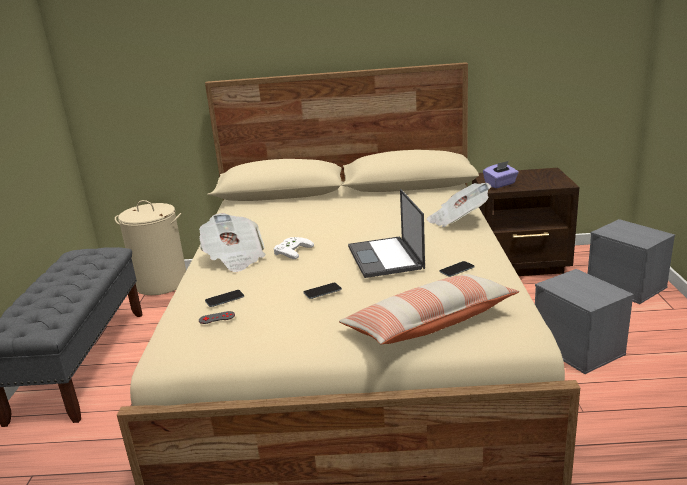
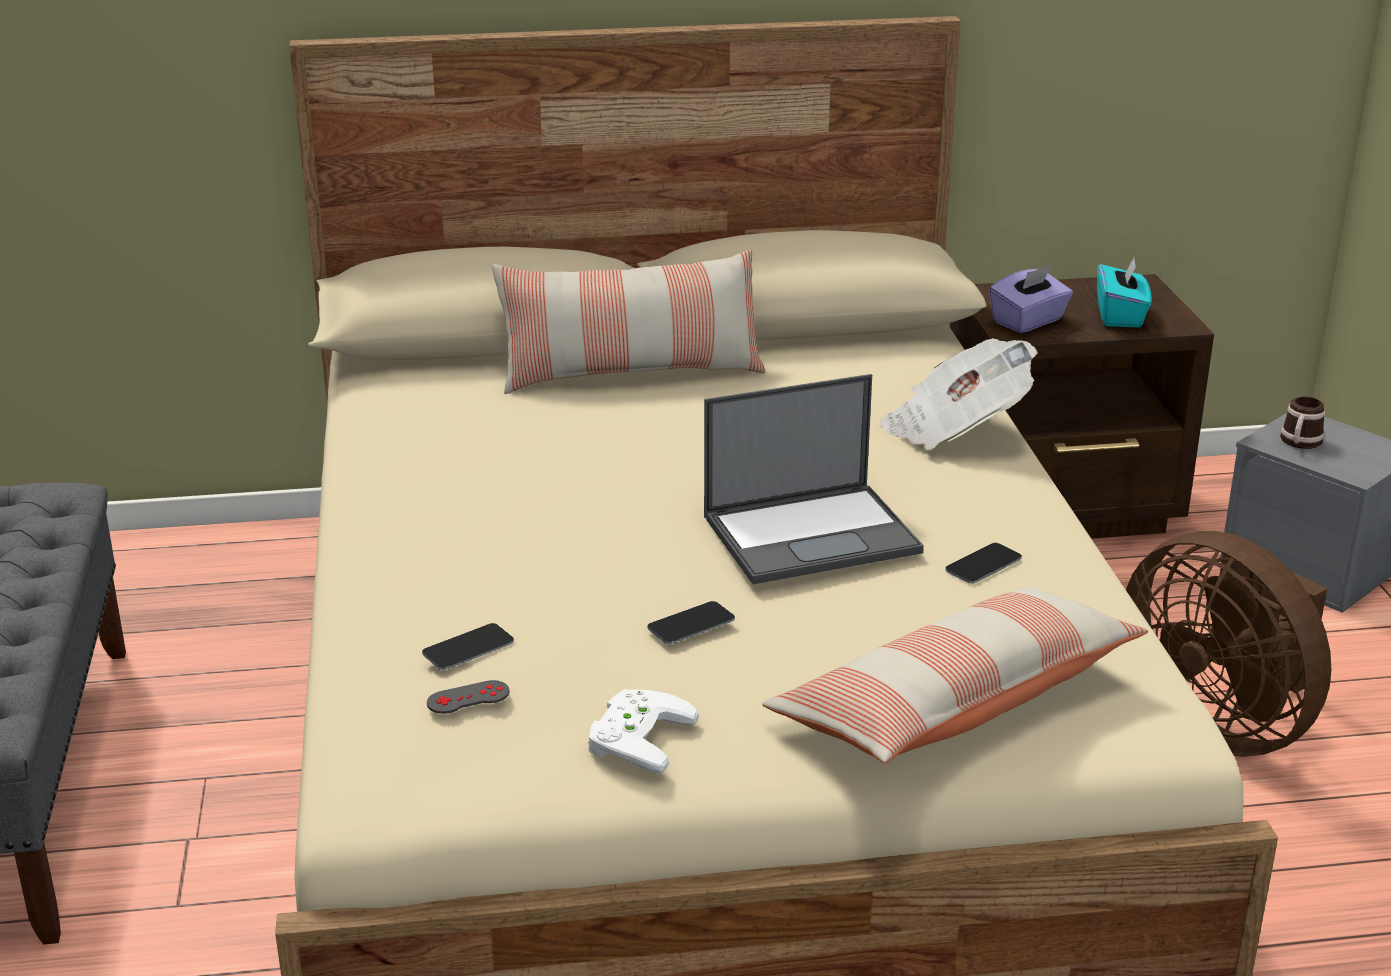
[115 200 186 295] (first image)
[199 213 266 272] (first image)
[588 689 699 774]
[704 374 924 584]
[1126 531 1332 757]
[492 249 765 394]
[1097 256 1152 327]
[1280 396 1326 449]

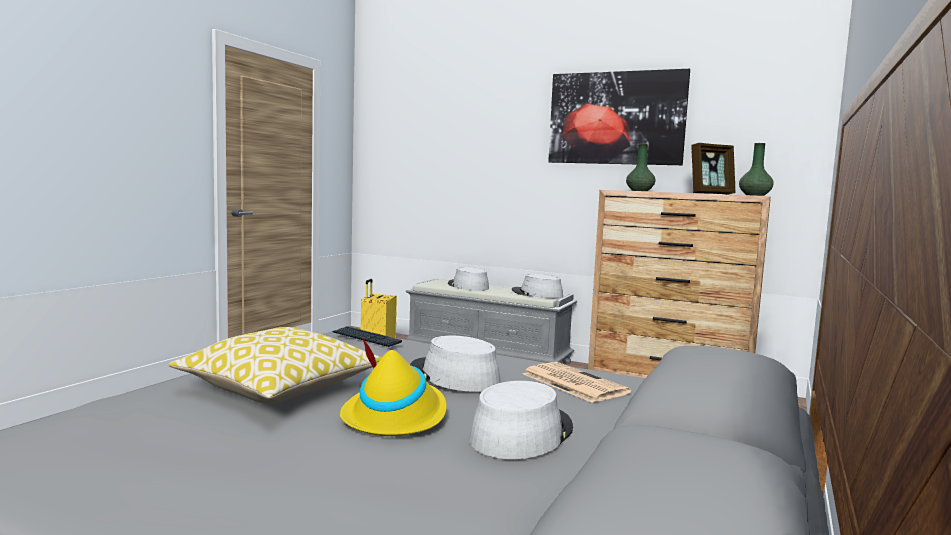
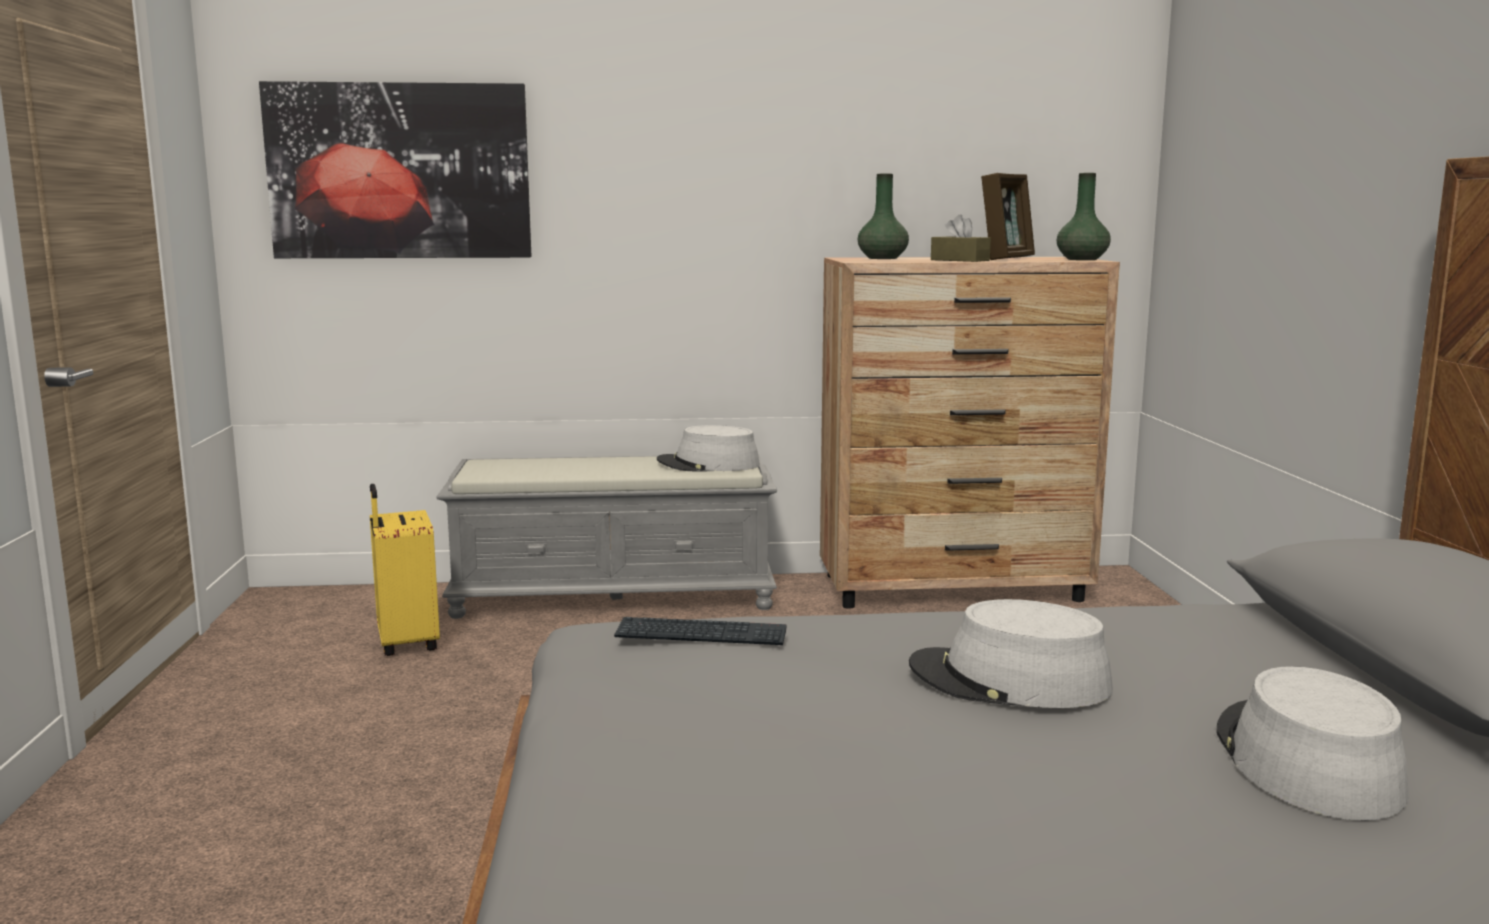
[168 327 382 404] (first image)
[340 337 447 436] (first image)
[448 267 489 291] (first image)
[523 362 631 403] (first image)
[259 81 531 258]
[931 215 991 262]

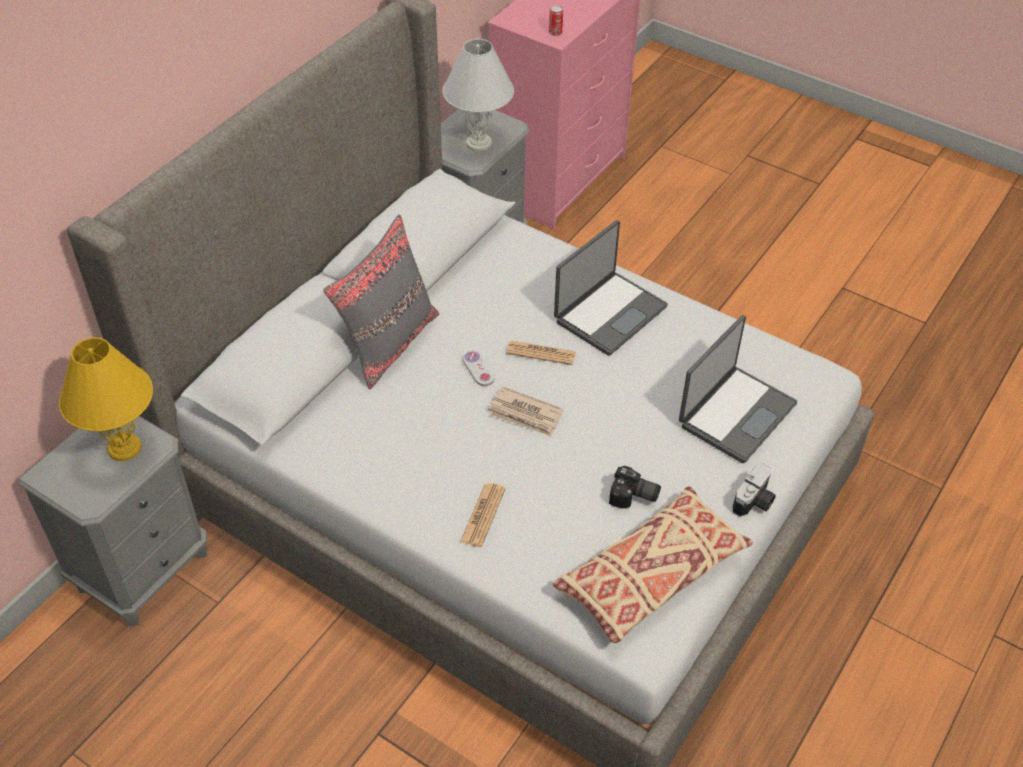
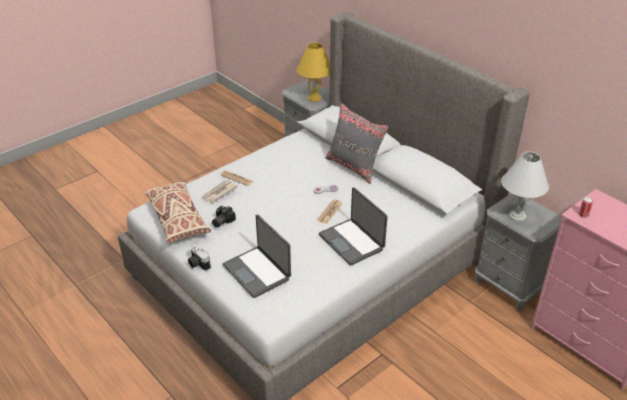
[202 180 238 203]

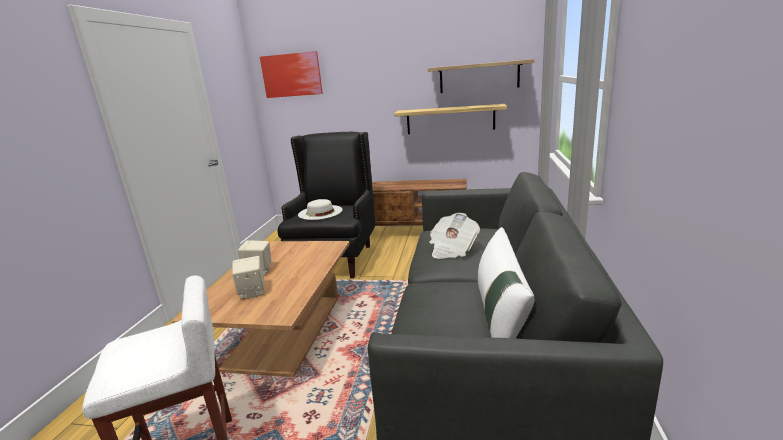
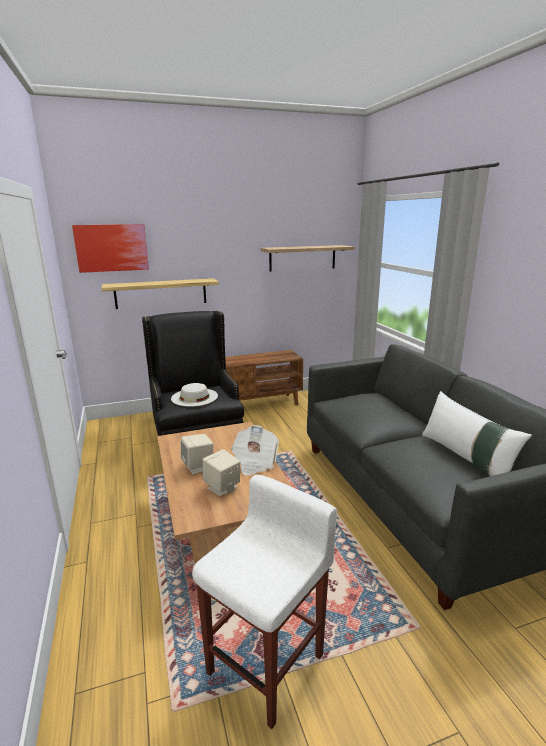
[101 278 219 309]
[231 425 279 475]

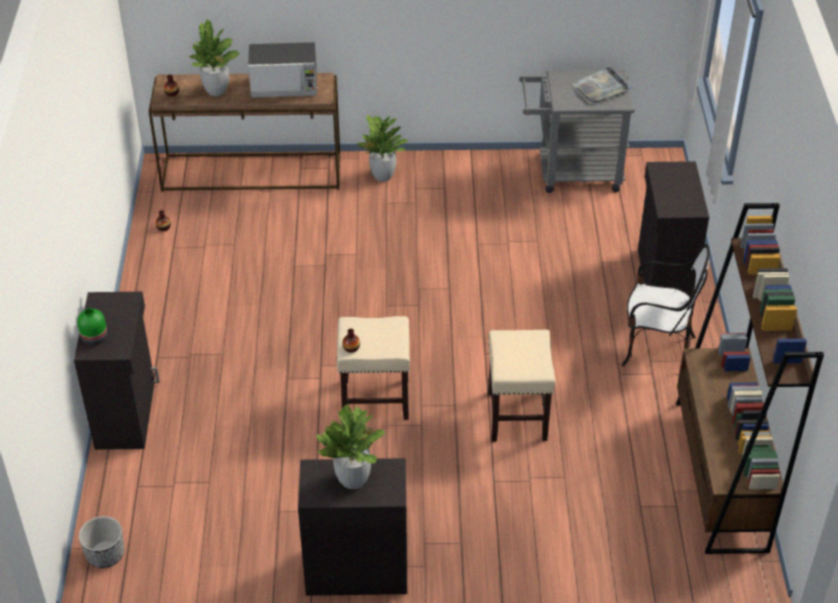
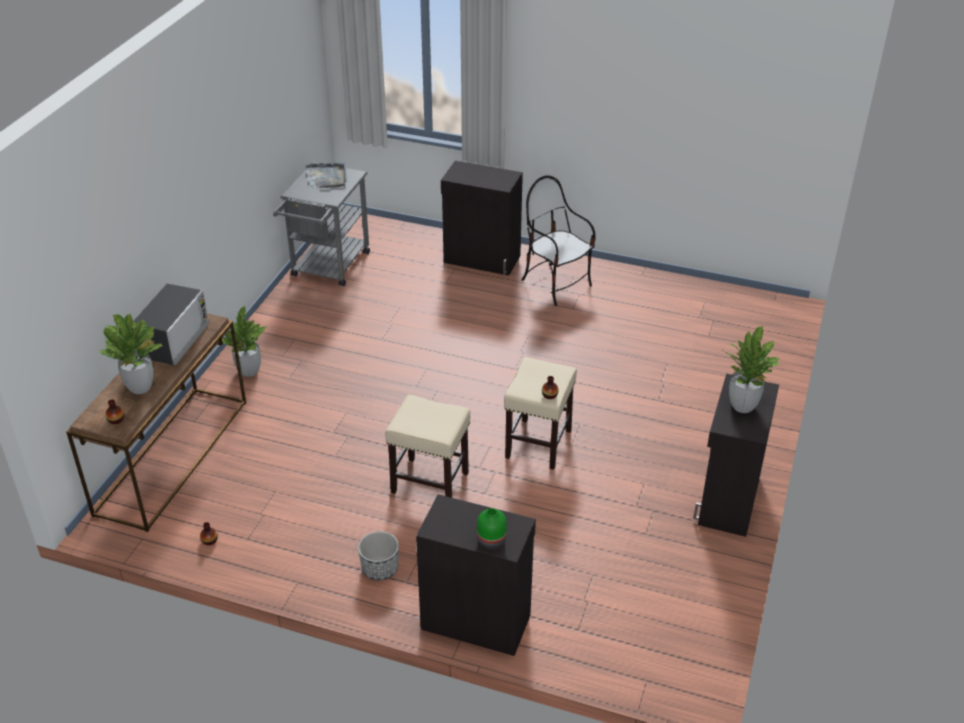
[358 531 399 580]
[385 395 470 498]
[521 175 596 306]
[676 203 824 554] (first image)

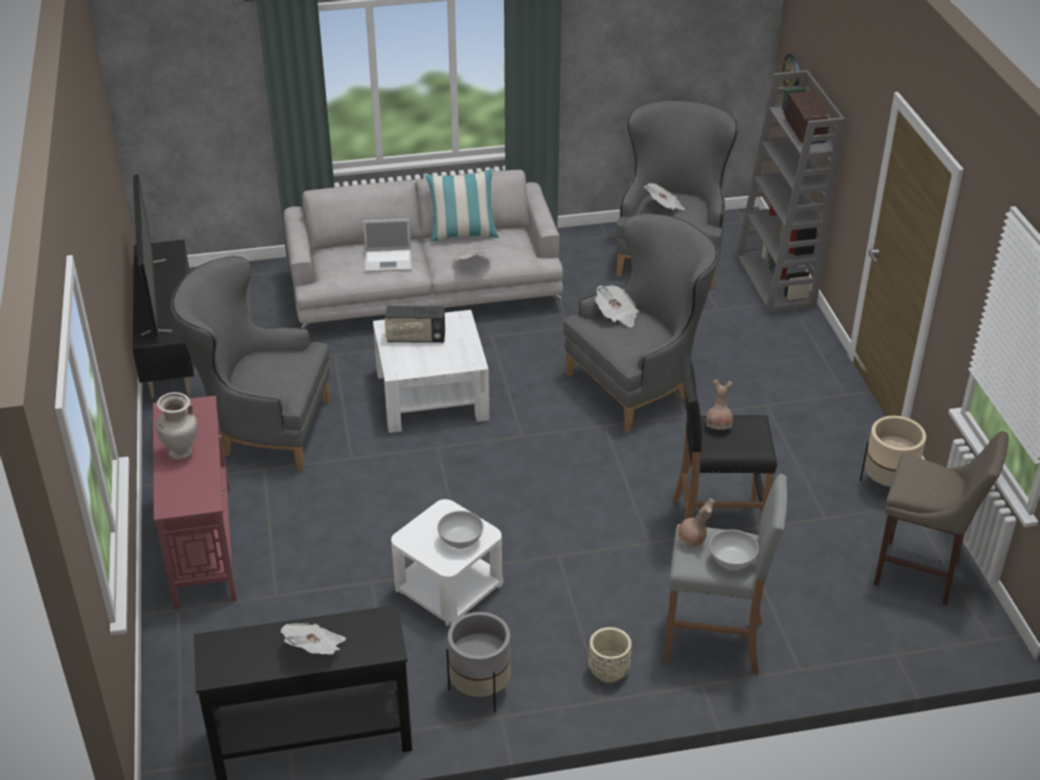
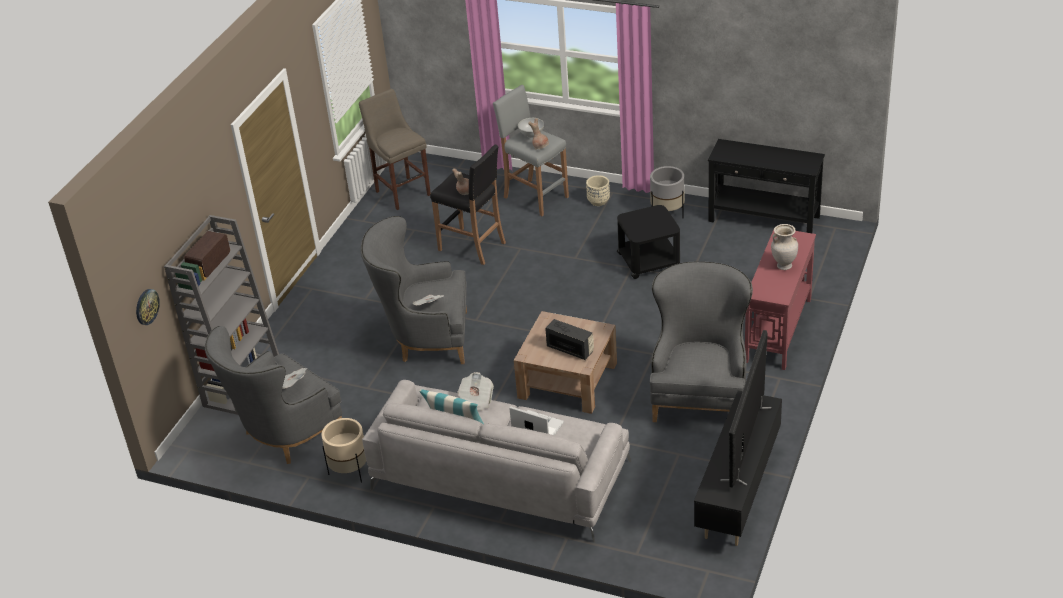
[650 261 753 422]
[281 623 346 655] (first image)
[514 311 617 414]
[617 205 680 279]
[437 511 483 549] (first image)
[321 418 366 483]

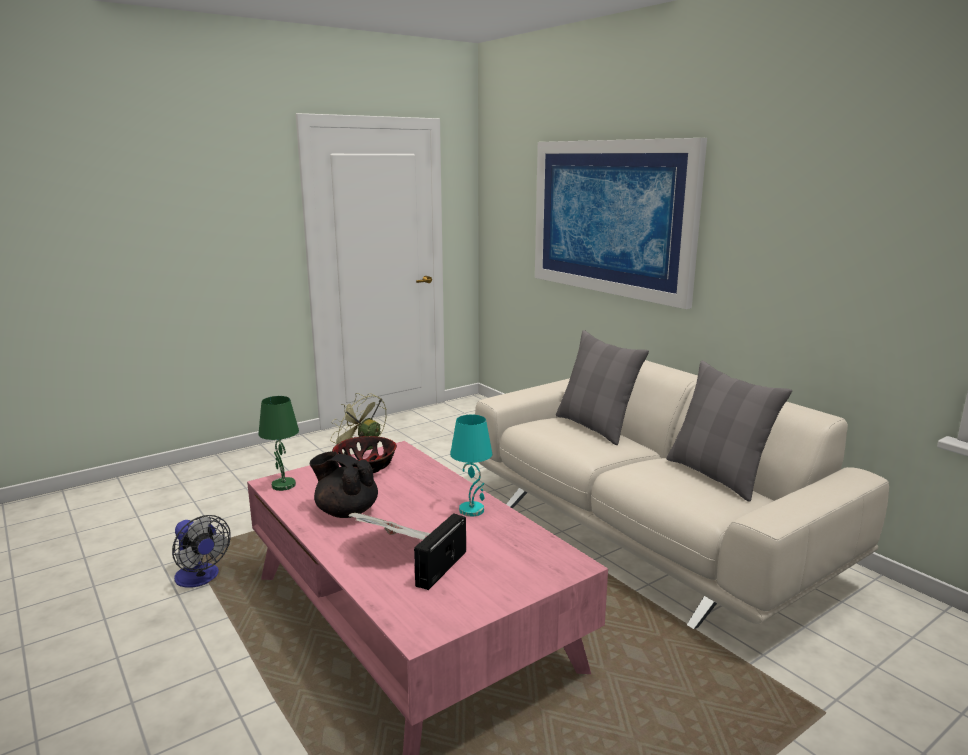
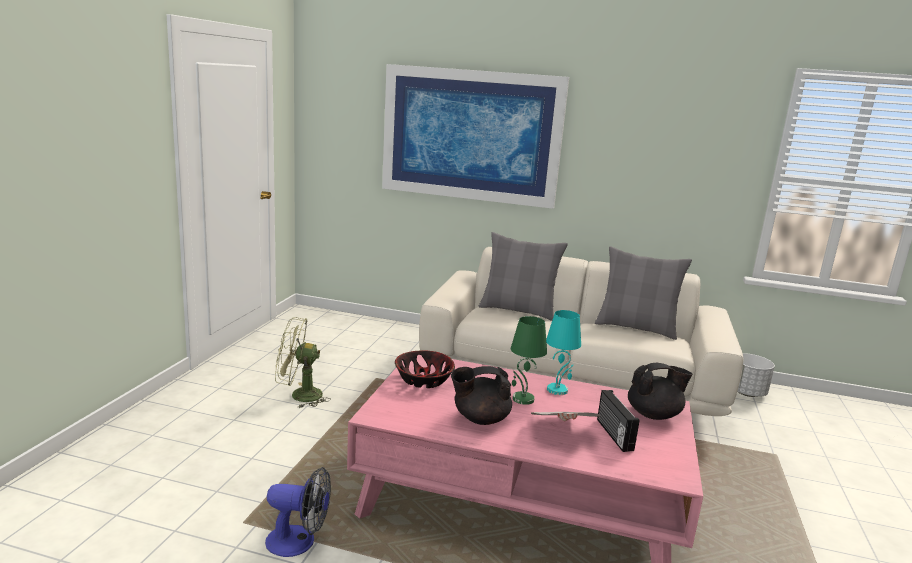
[511 316 547 405]
[628 363 693 420]
[737 353 775 397]

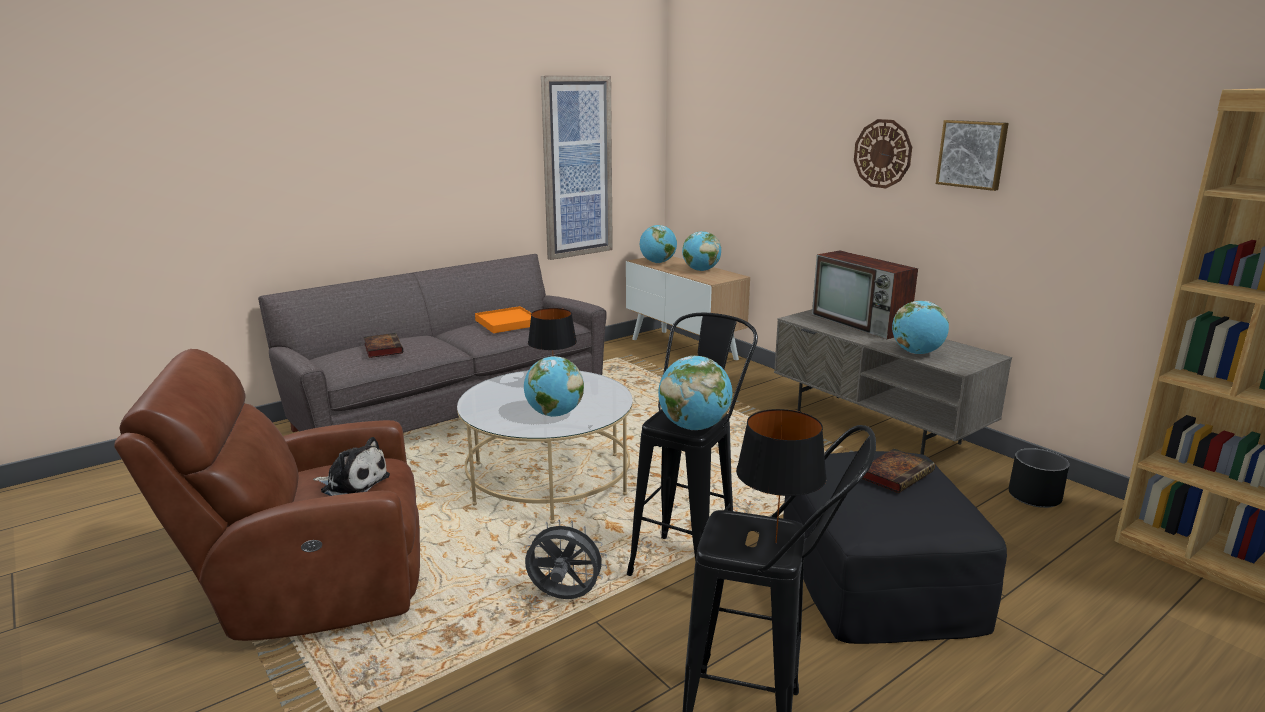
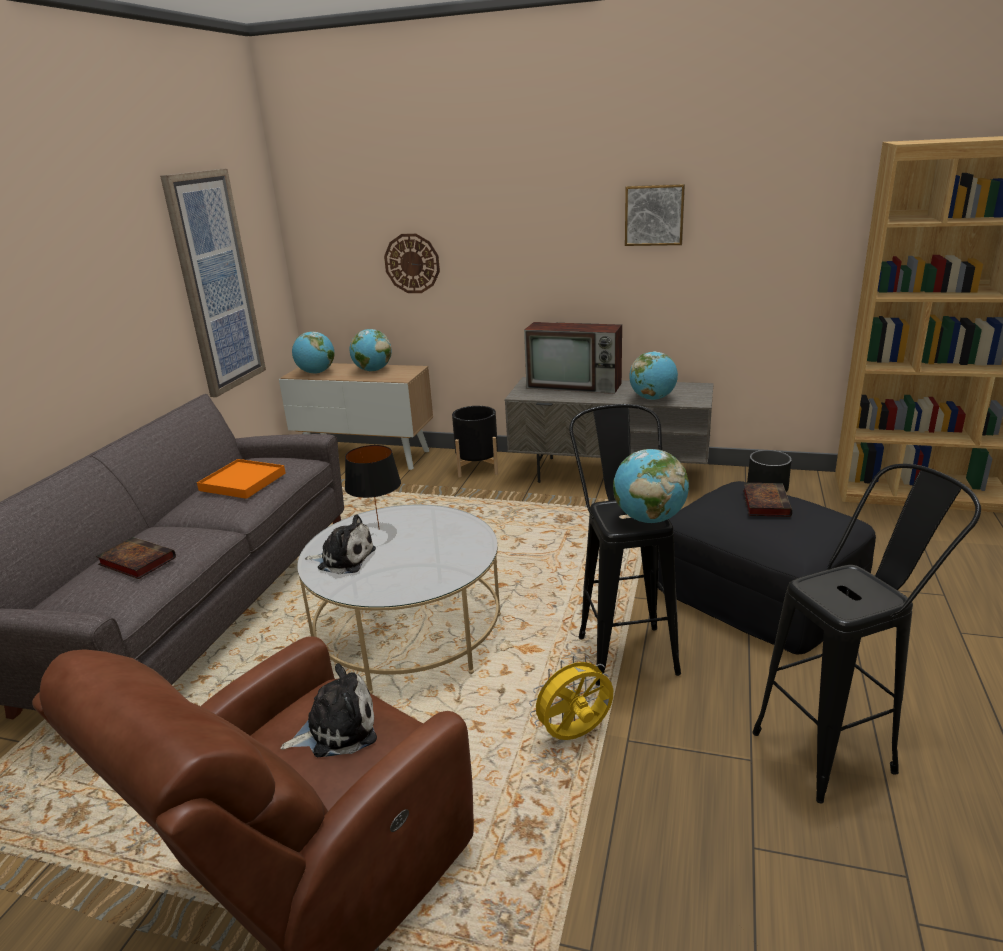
[524 356 584 417] (first image)
[529 655 613 740]
[736 409 827 543] (first image)
[384 234 440 293]
[305 515 376 574]
[452 406 498 478]

